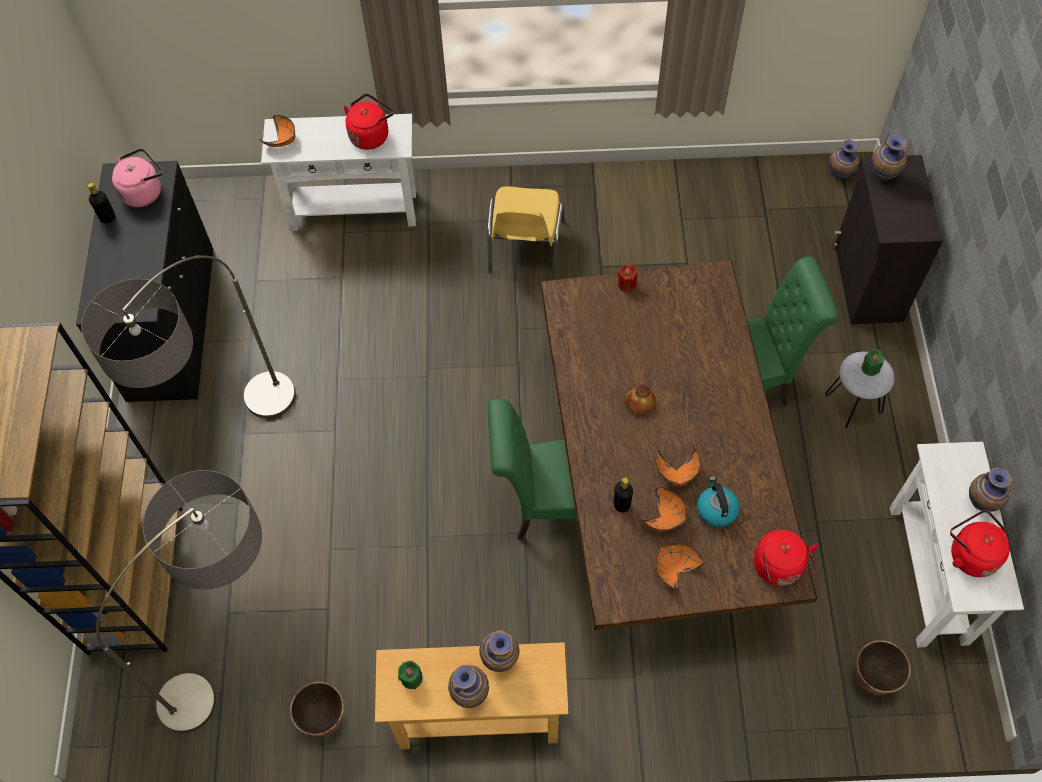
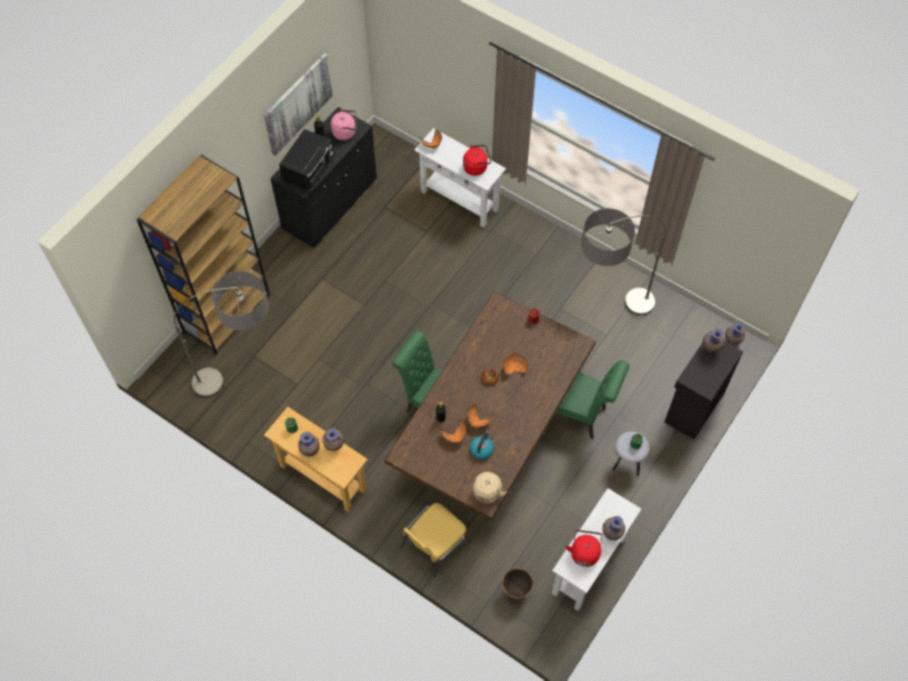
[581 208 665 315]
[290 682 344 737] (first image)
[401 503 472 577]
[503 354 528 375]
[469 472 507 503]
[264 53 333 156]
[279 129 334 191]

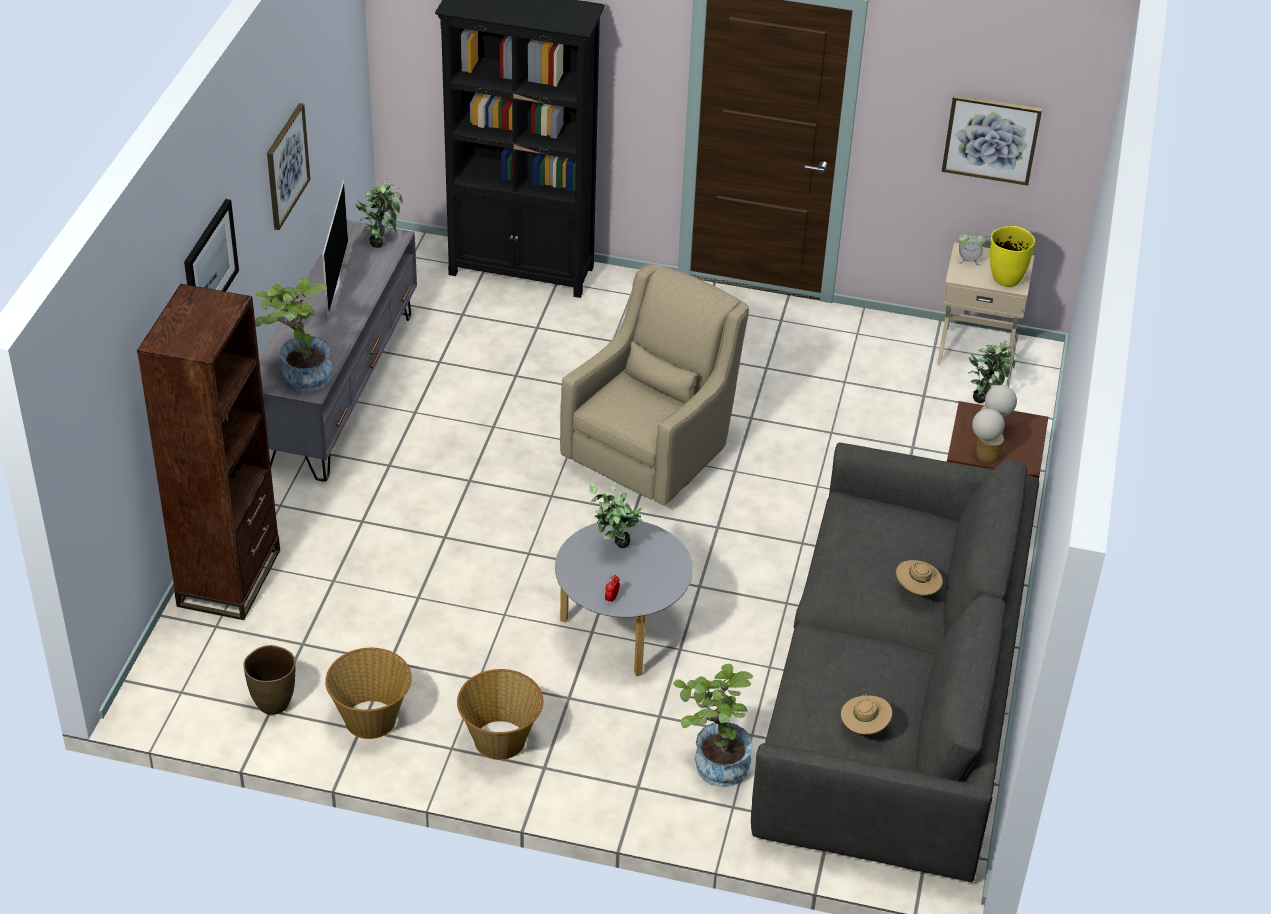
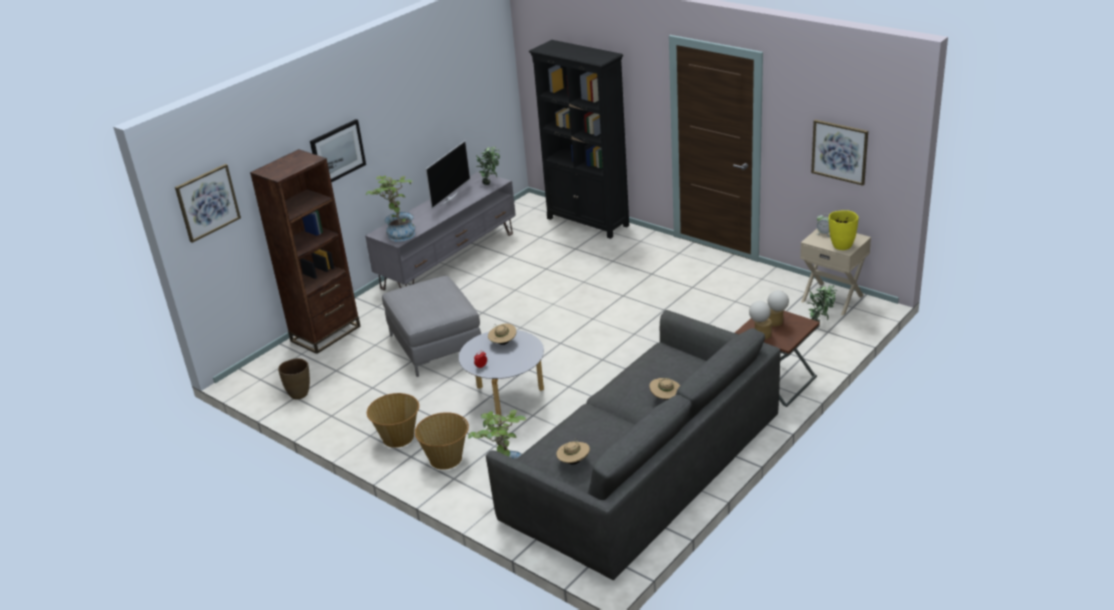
[175 164 241 243]
[415 412 469 470]
[560 264 749 505] (first image)
[488 324 516 345]
[382 276 481 377]

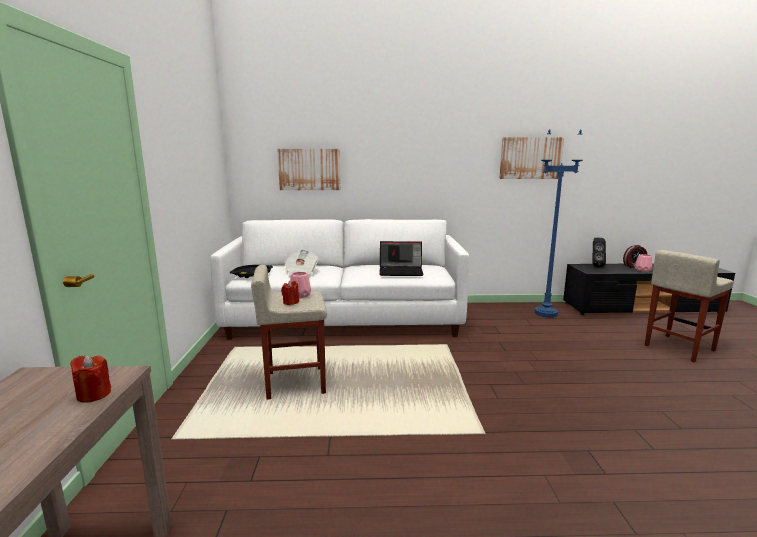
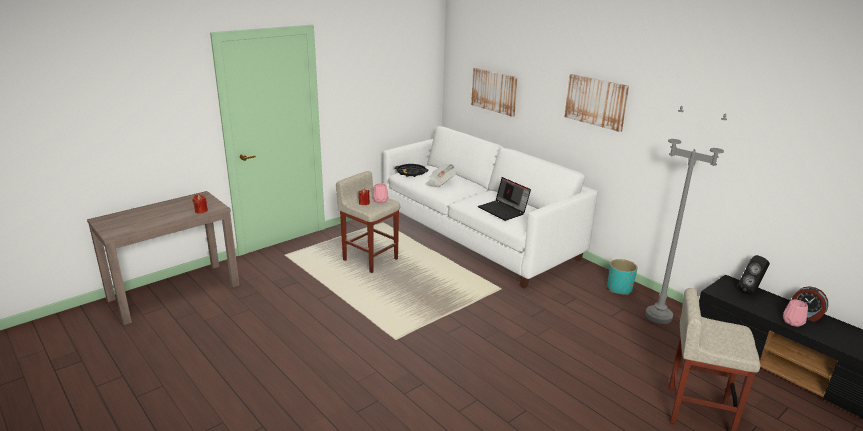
[565 74 629 132]
[645 106 727 324]
[607 259 637 295]

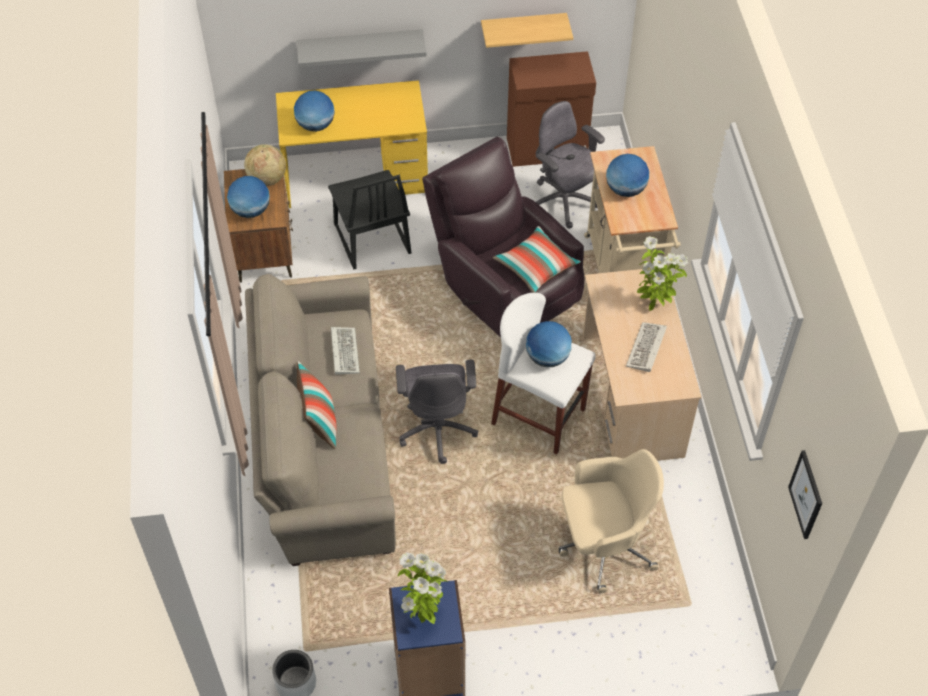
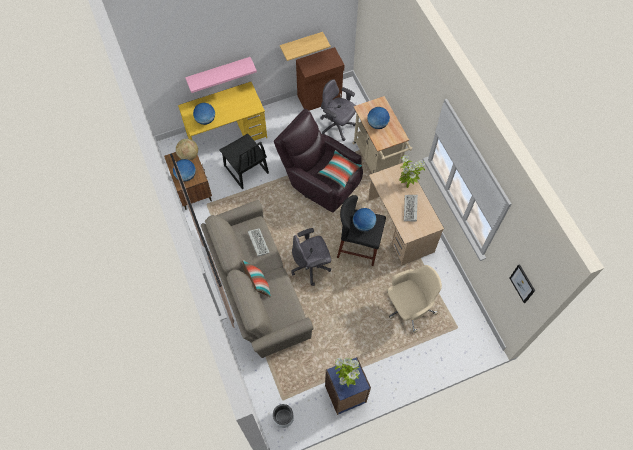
[185 57 257 93]
[291 228 331 286]
[337 195 386 266]

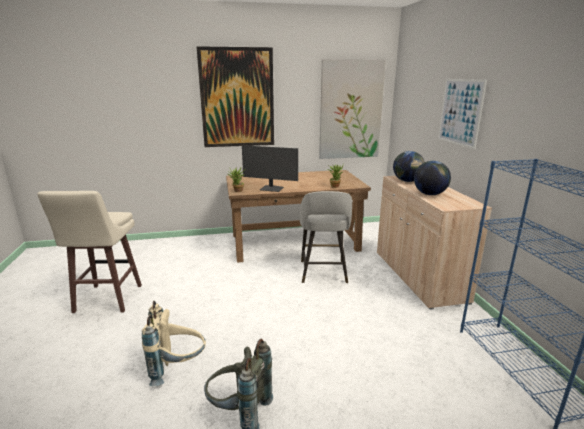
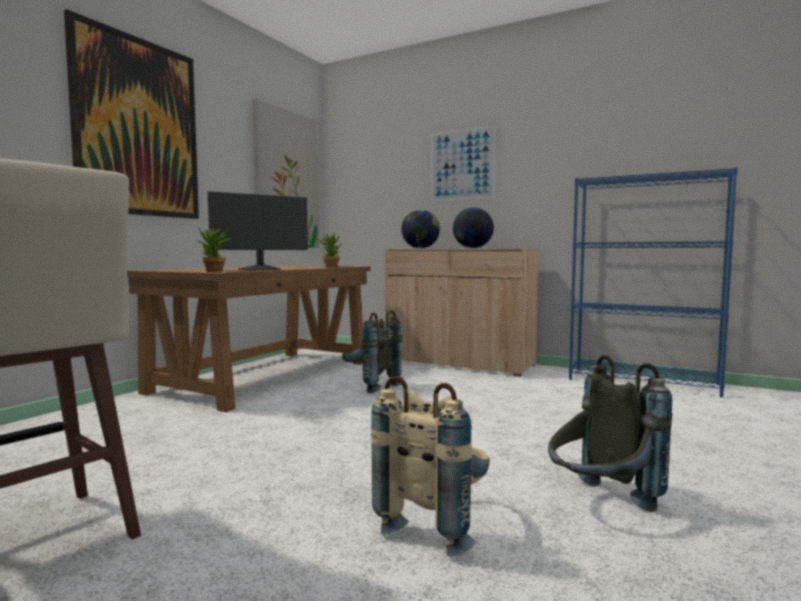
[342 310 403 393]

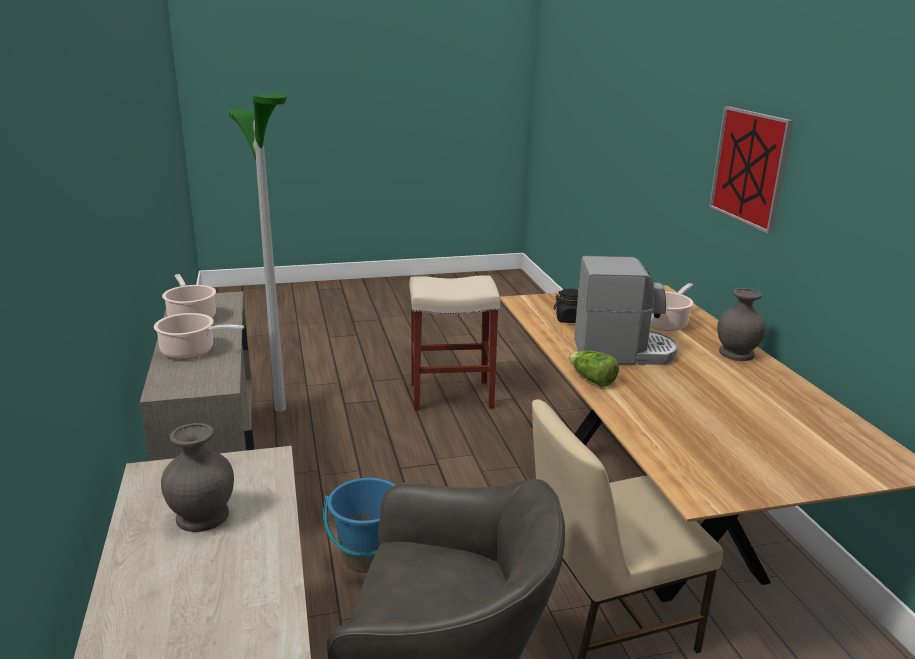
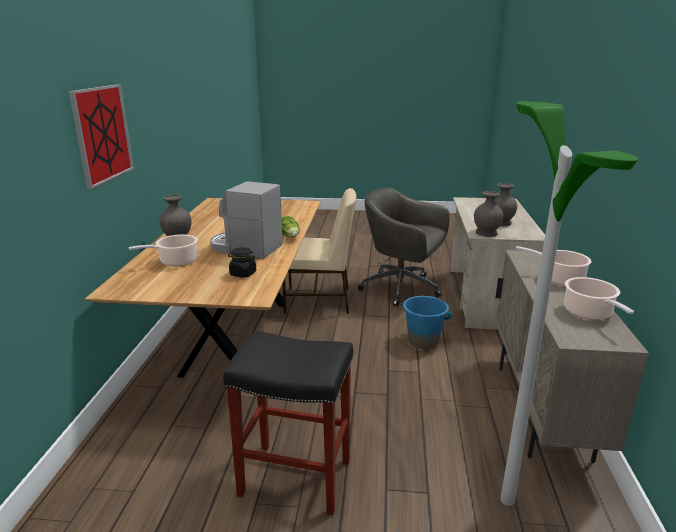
[223 331 353 515]
[474 191 504 237]

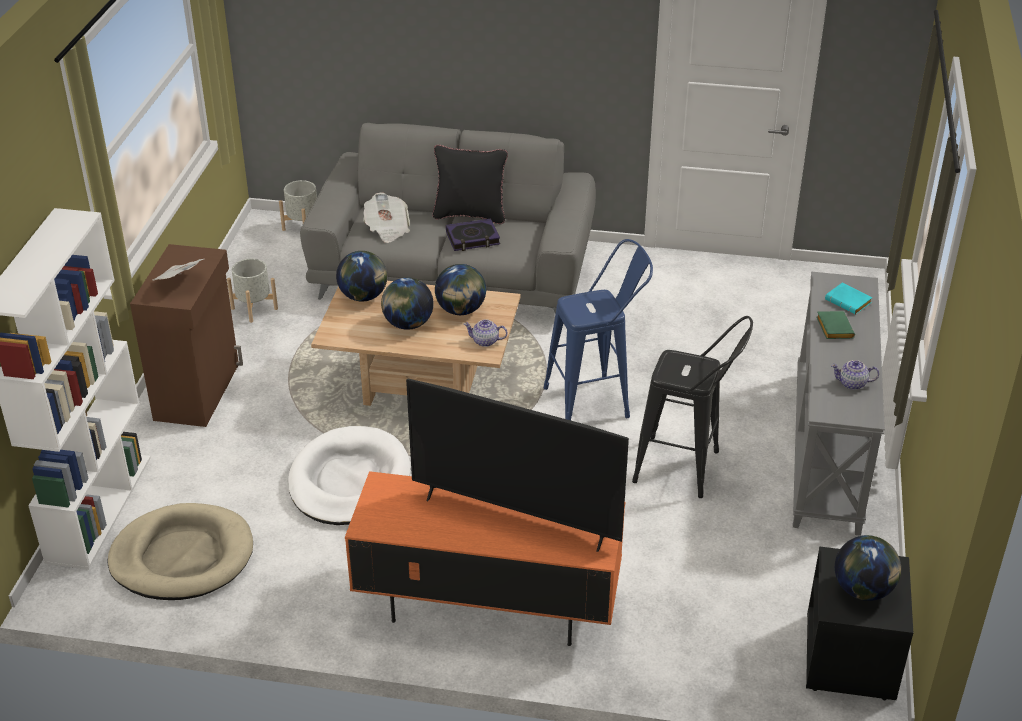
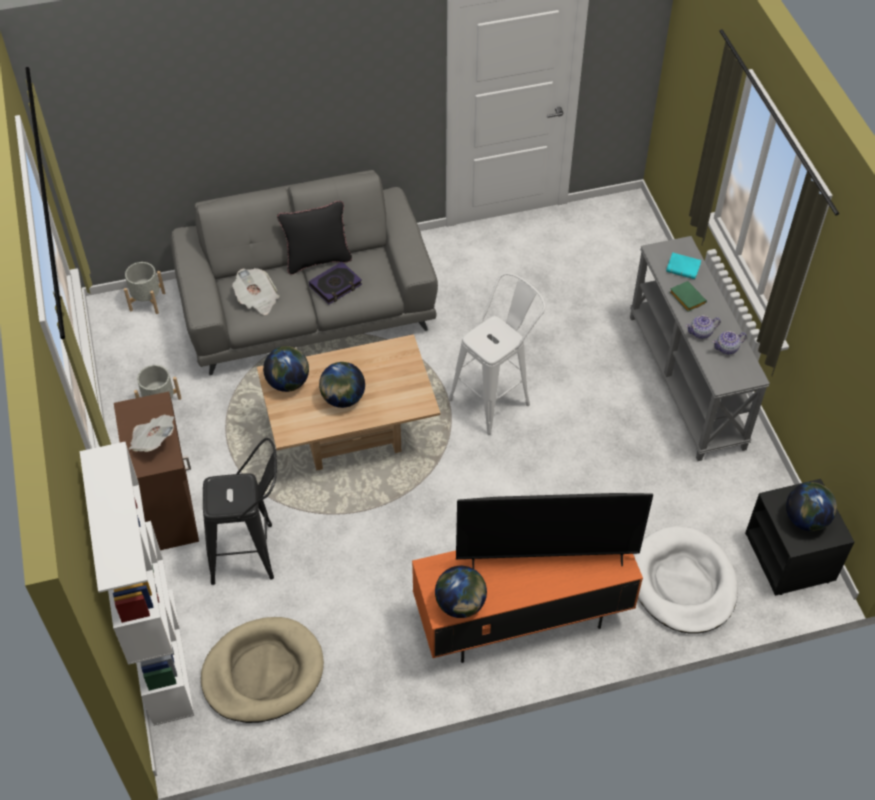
[633 526 738 634]
[435 566 487 618]
[686 315 721 339]
[449 273 546 435]
[203 438 277 585]

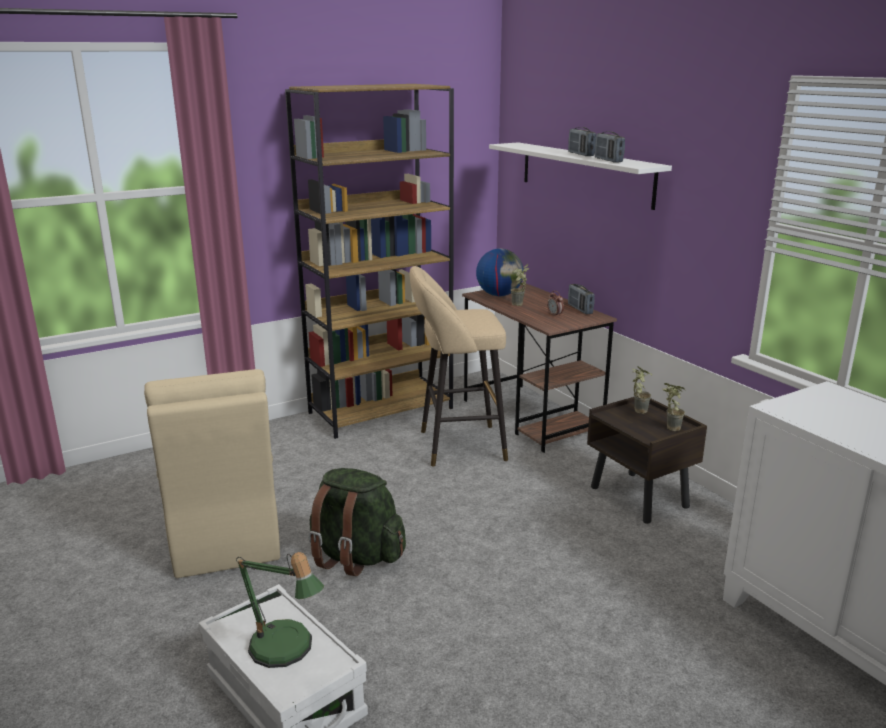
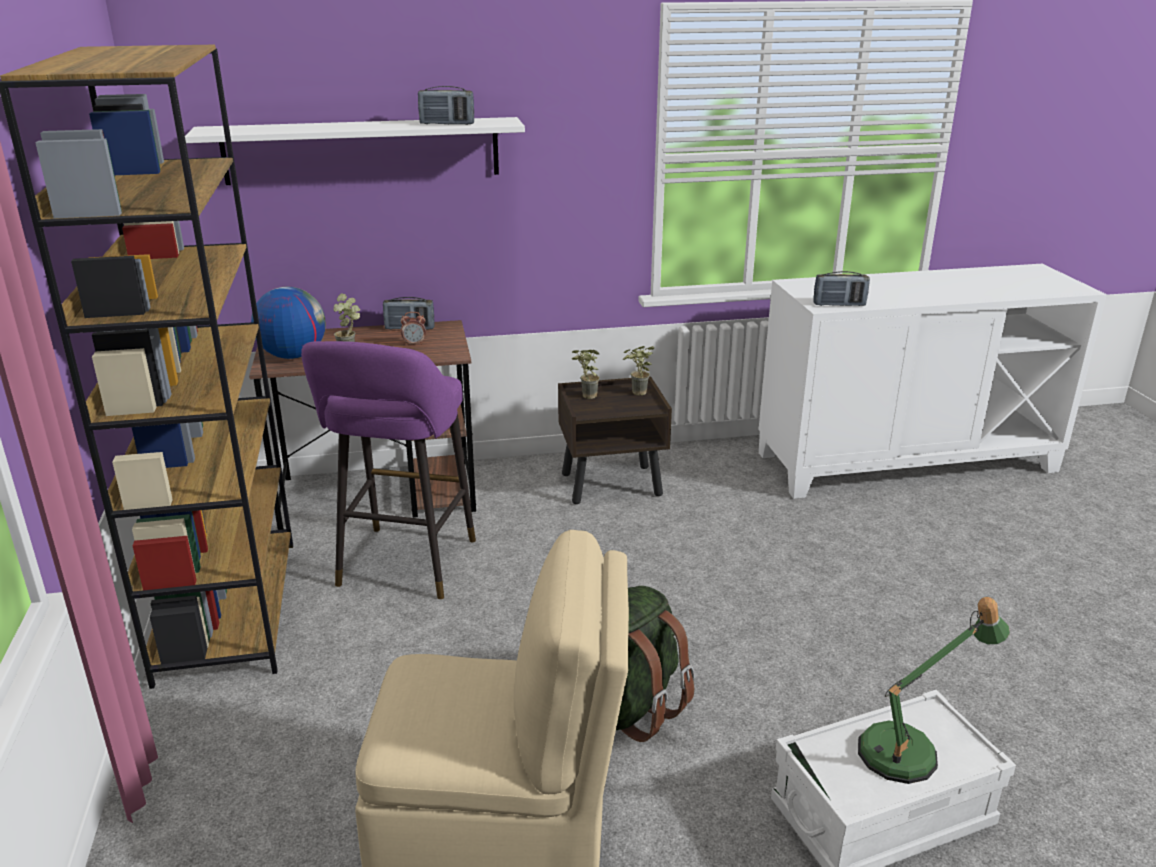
[301 341 476 599]
[813 271 870 306]

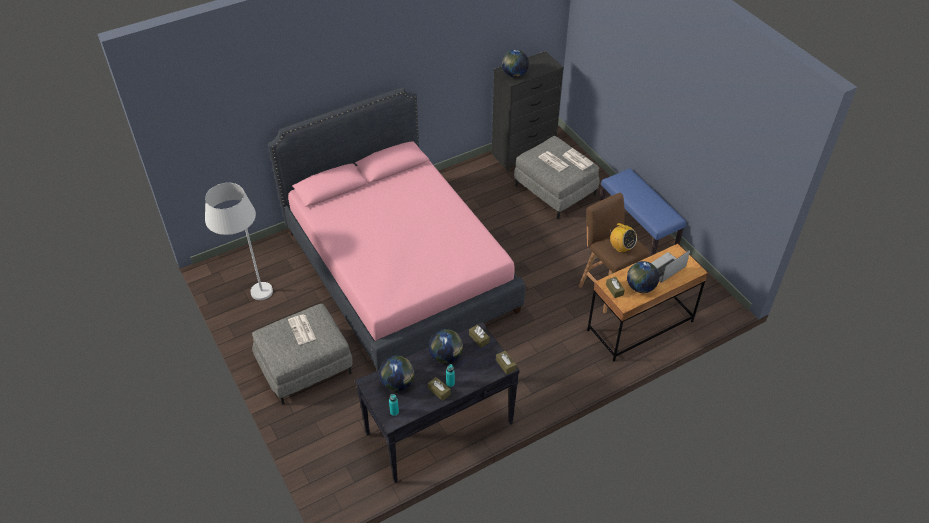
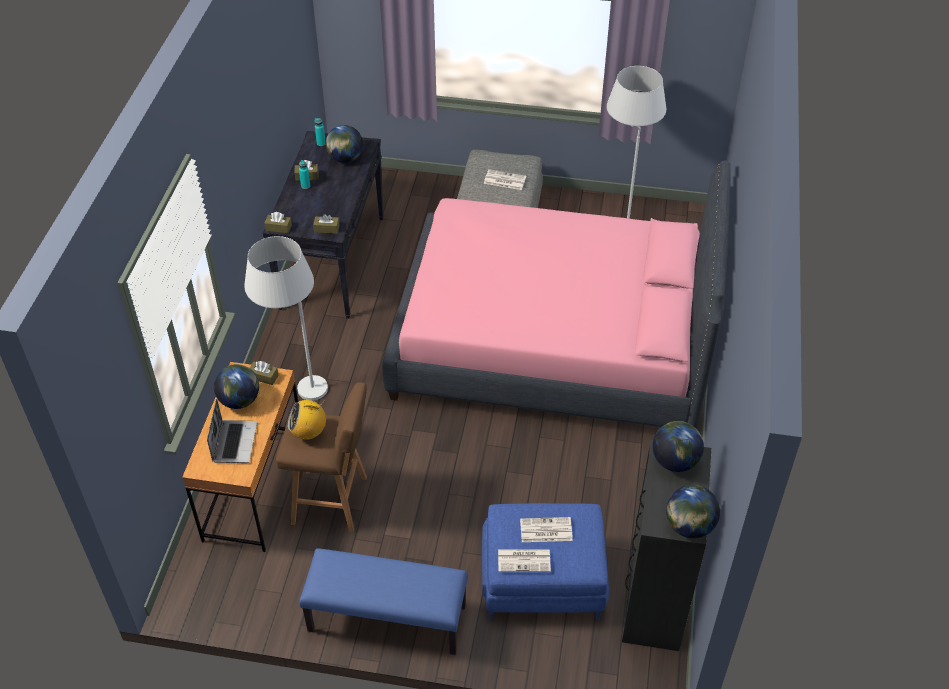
[666 485 720 538]
[482 503 609 620]
[244 236 328 401]

